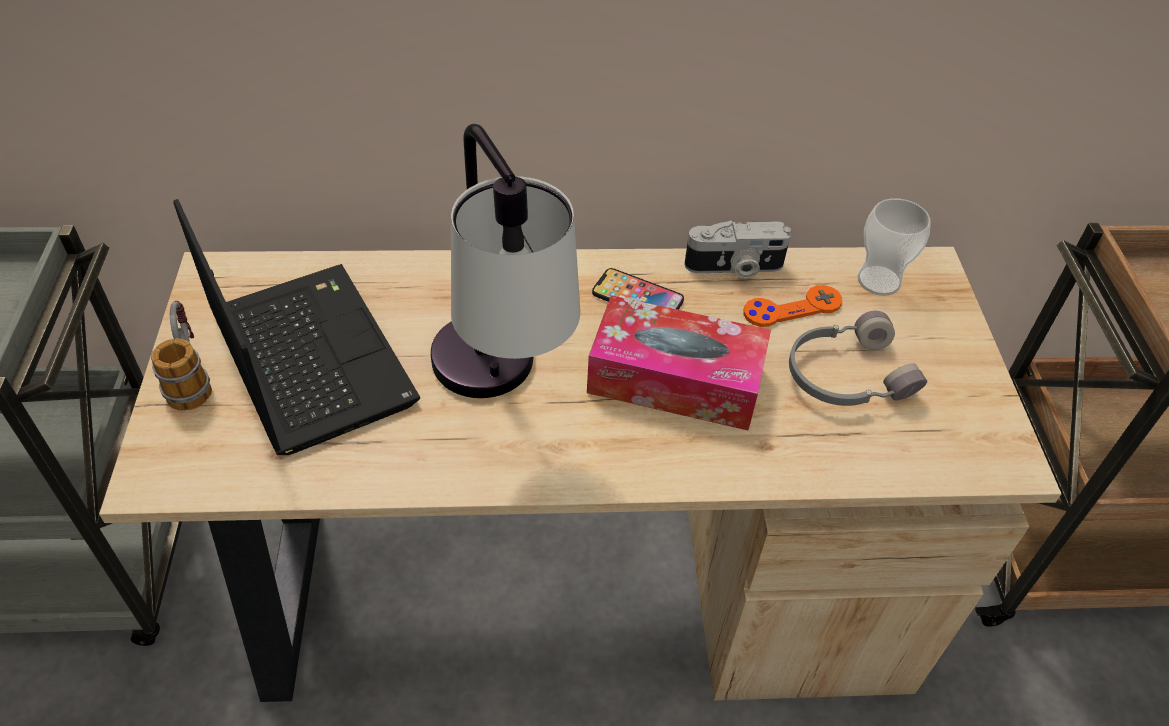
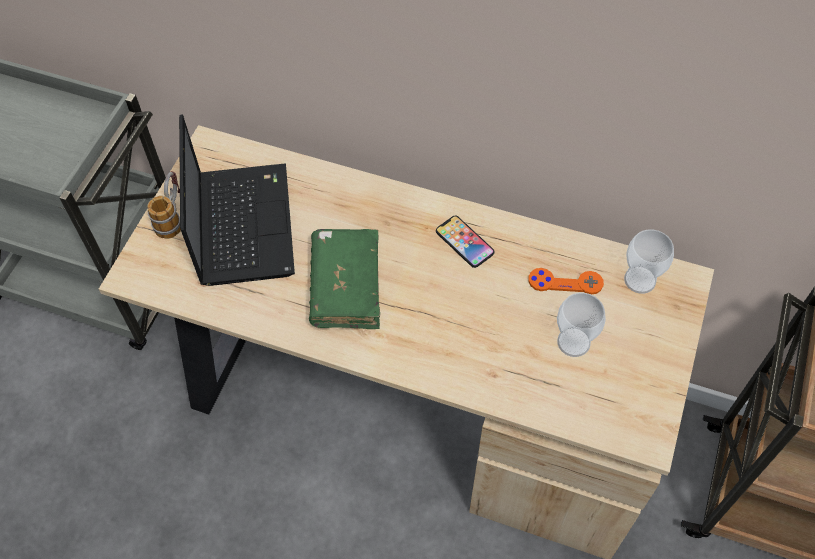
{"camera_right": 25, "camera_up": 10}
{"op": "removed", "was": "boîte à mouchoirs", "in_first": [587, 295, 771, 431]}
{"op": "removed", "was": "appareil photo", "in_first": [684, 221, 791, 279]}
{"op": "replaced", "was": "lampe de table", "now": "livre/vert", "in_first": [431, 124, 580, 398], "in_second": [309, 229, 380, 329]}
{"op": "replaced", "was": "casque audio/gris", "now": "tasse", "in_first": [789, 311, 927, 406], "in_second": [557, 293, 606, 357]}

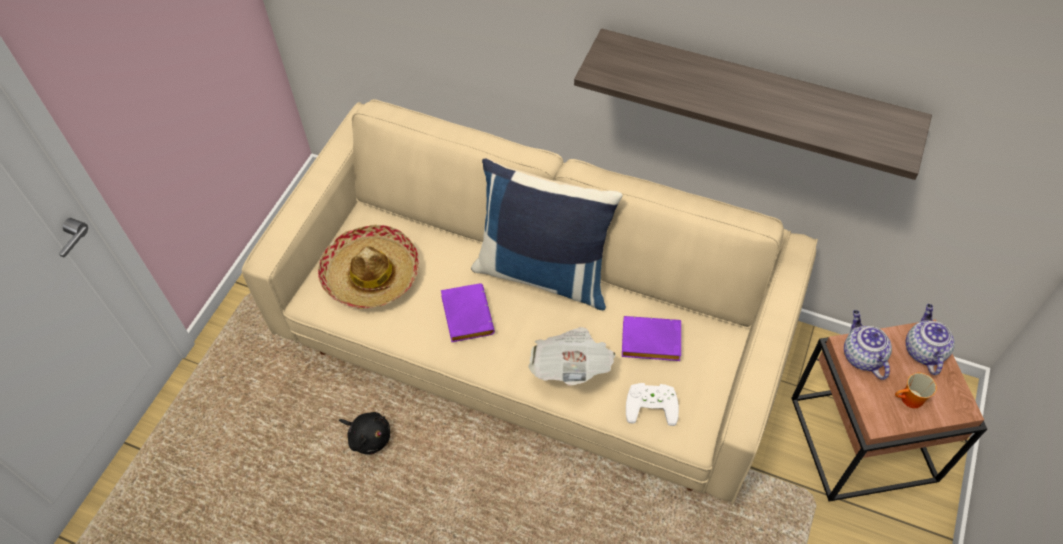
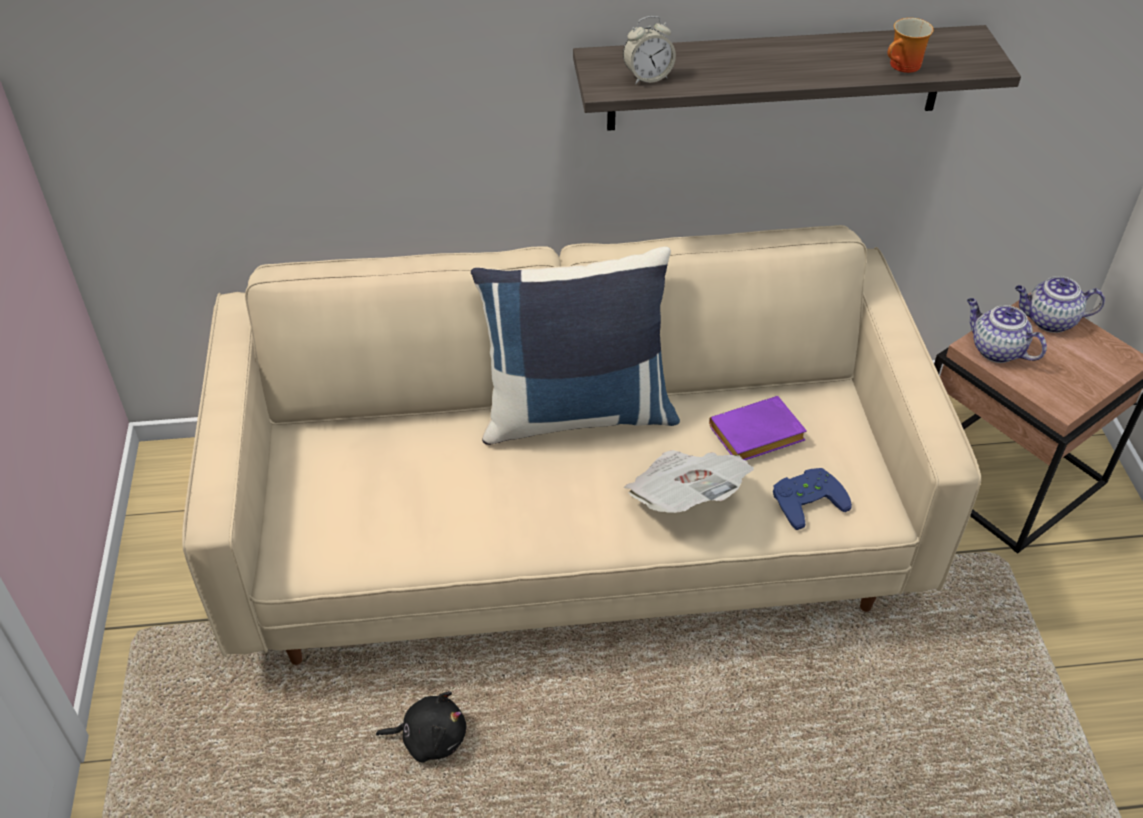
{"camera_right": -30, "camera_up": -10}
{"op": "removed", "was": "chapeau", "in_first": [318, 225, 419, 309]}
{"op": "removed", "was": "livre/violet", "in_first": [441, 283, 495, 342]}
{"op": "added", "now": "réveil", "in_second": [623, 16, 676, 84]}
{"op": "moved", "was": "mug", "in_first": [895, 373, 937, 408], "in_second": [887, 18, 934, 73]}
{"op": "recoloured", "was": "manette/blanc", "now": "manette/bleu", "in_first": [626, 383, 679, 426], "in_second": [773, 468, 852, 530]}
{"op": "turned", "was": "théière", "in_first": [906, 304, 955, 375], "in_second": [1015, 276, 1105, 333], "clockwise": -60}

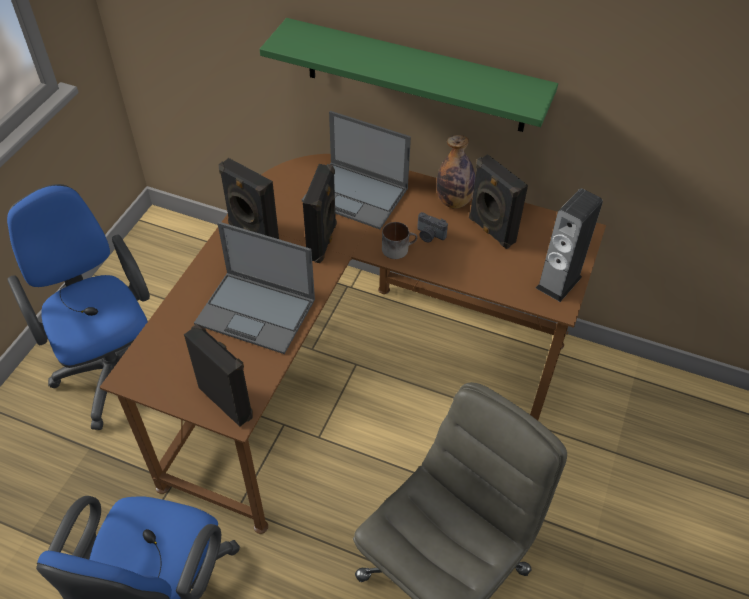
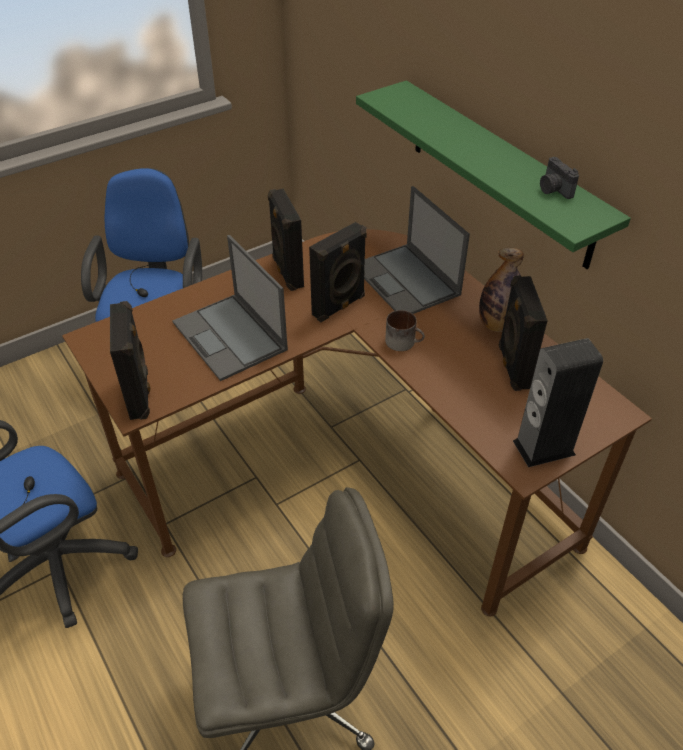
{"camera_right": 35, "camera_up": -5}
{"op": "moved", "was": "appareil photo", "in_first": [417, 212, 448, 242], "in_second": [540, 157, 579, 199]}

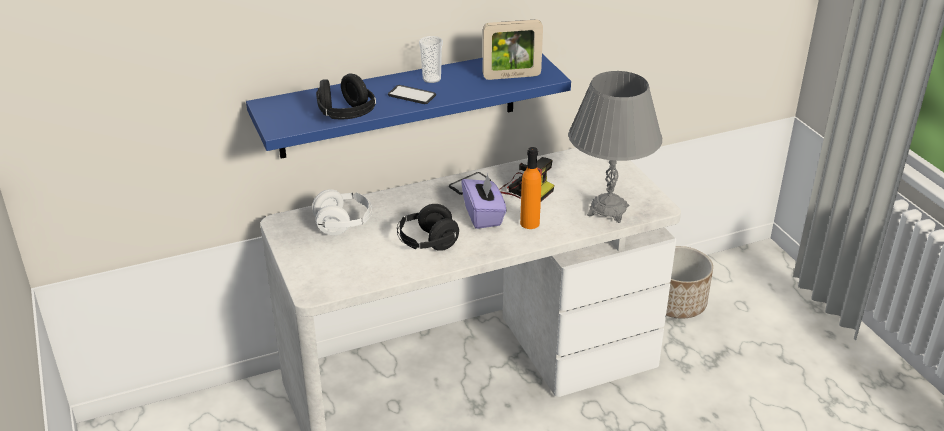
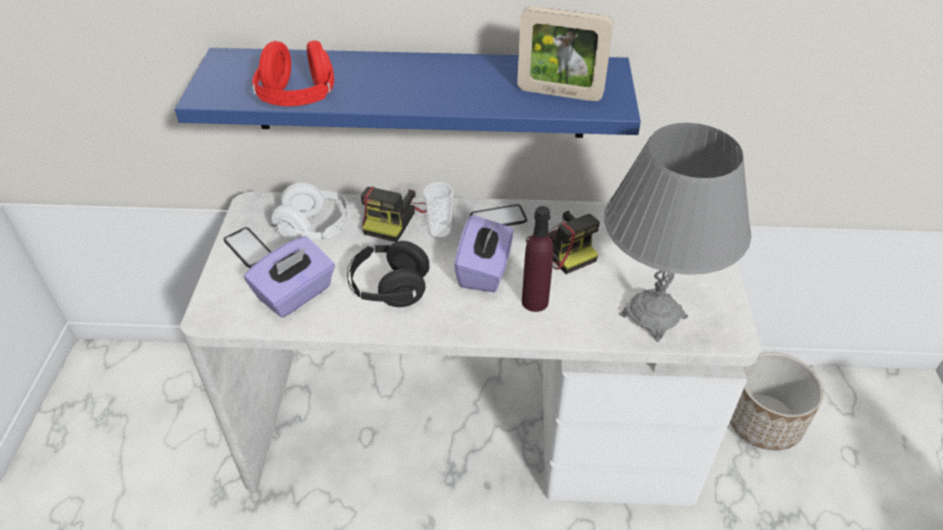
{"camera_right": 25, "camera_up": 10}
{"op": "added", "now": "boîte à mouchoirs/violet", "in_second": [244, 236, 335, 318]}
{"op": "added", "now": "appareil photo", "in_second": [361, 187, 427, 242]}
{"op": "moved", "was": "téléphone", "in_first": [388, 85, 436, 104], "in_second": [224, 227, 271, 268]}
{"op": "moved", "was": "tasse", "in_first": [419, 36, 443, 83], "in_second": [423, 182, 454, 239]}
{"op": "recoloured", "was": "casque audio/noir", "now": "casque audio/rouge", "in_first": [316, 73, 376, 119], "in_second": [252, 40, 334, 106]}
{"op": "recoloured", "was": "bouteille/orange", "now": "bouteille/violet", "in_first": [520, 147, 541, 229], "in_second": [522, 206, 554, 312]}

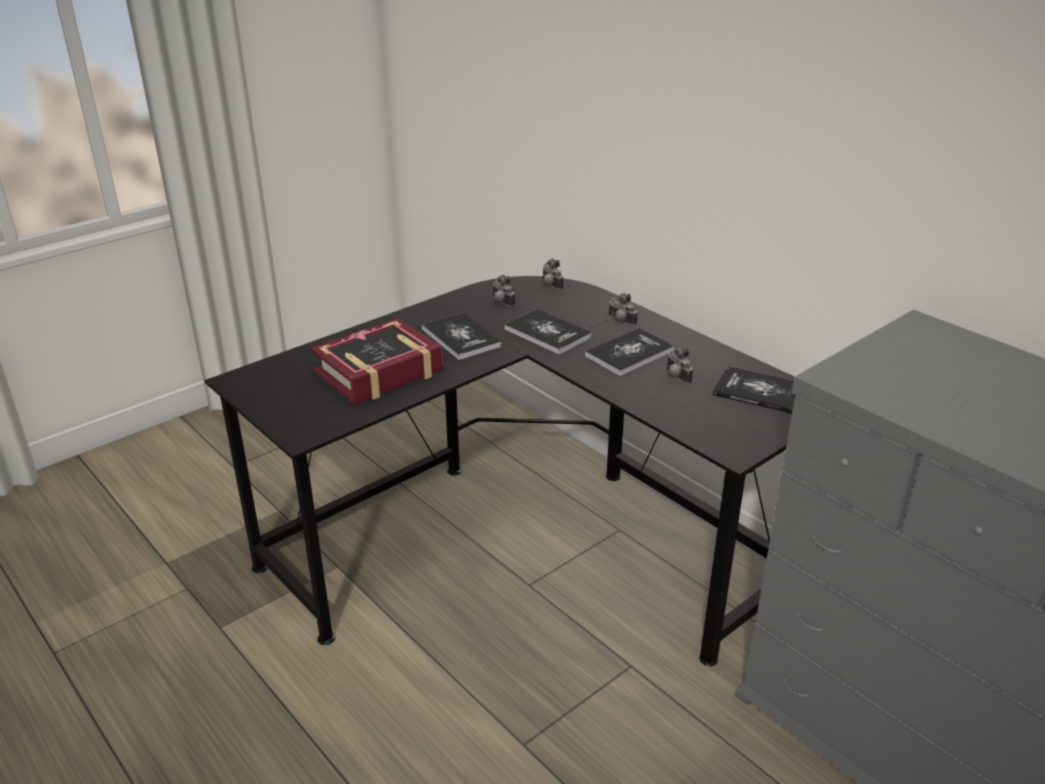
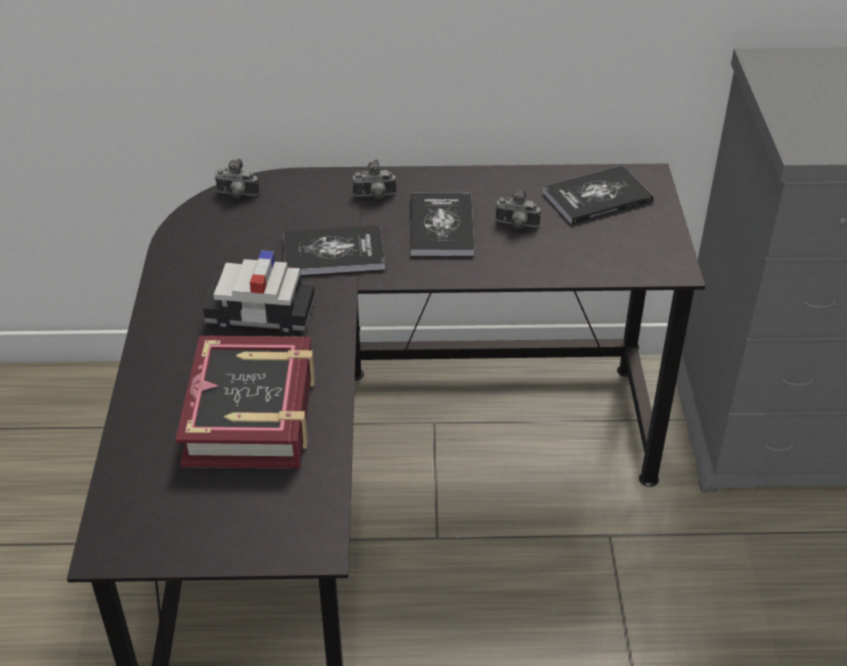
{"camera_right": -50, "camera_up": 10}
{"op": "removed", "was": "appareil photo", "in_first": [492, 275, 515, 307]}
{"op": "replaced", "was": "livre", "now": "petite voiture", "in_first": [422, 313, 501, 360], "in_second": [203, 250, 315, 335]}

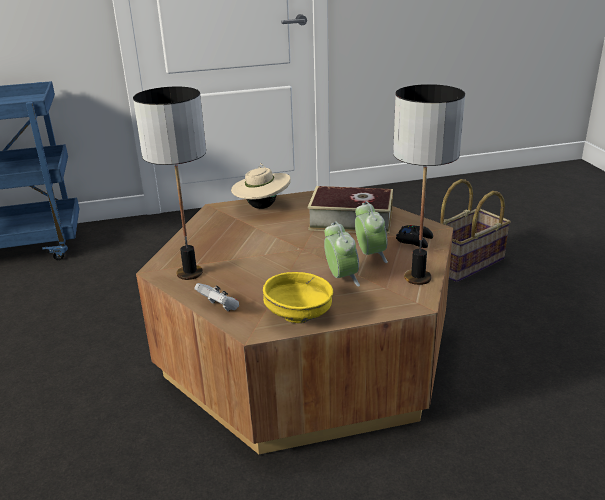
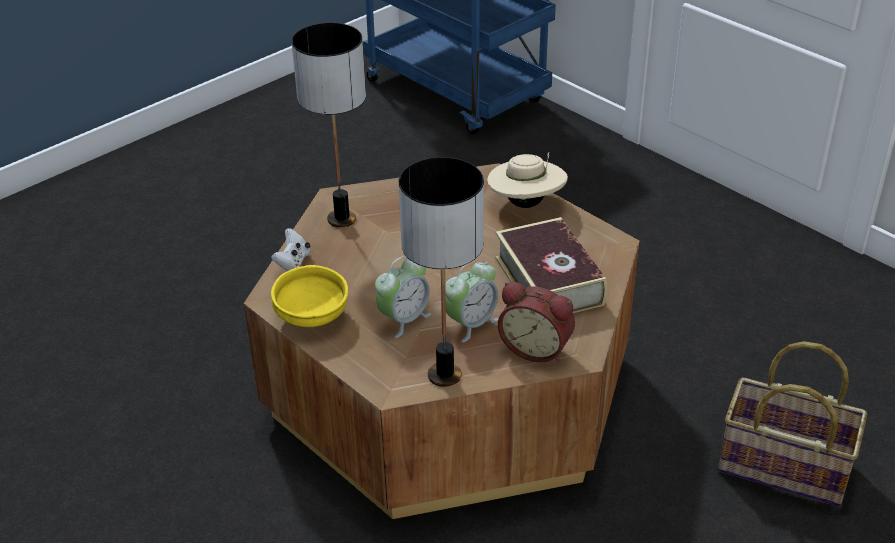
{"camera_right": 60, "camera_up": 10}
{"op": "replaced", "was": "manette/noir", "now": "réveil", "in_first": [396, 225, 433, 248], "in_second": [498, 282, 575, 362]}

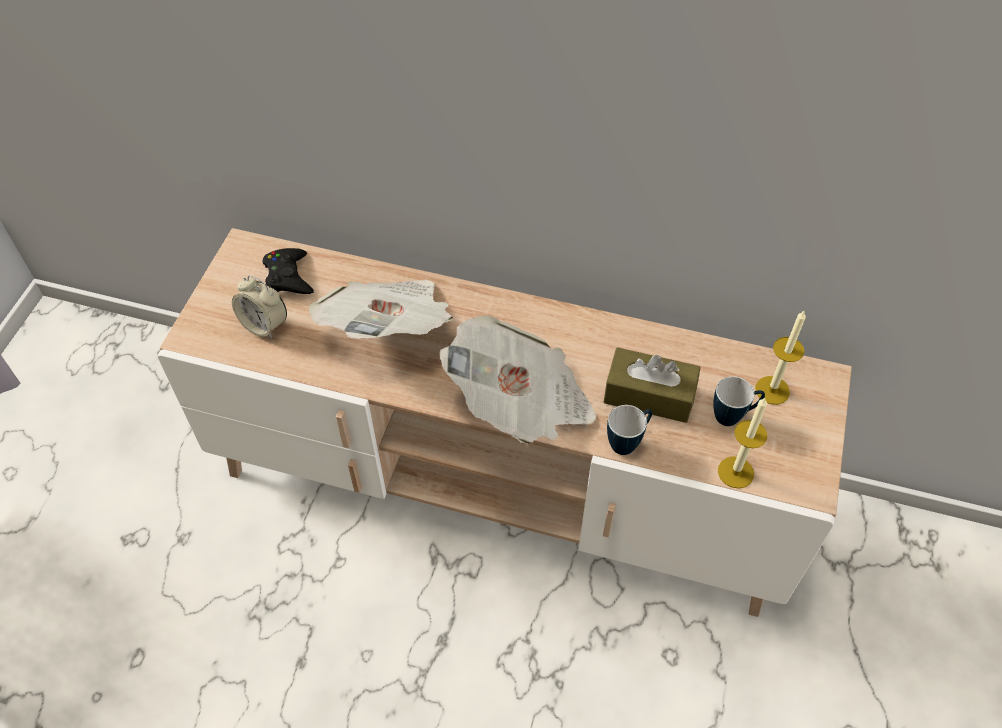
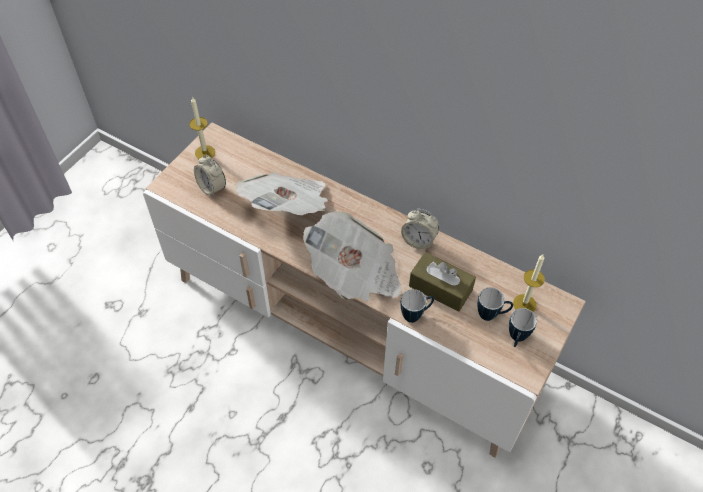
{"camera_right": 15, "camera_up": 0}
{"op": "removed", "was": "manette/noir", "in_first": [263, 248, 314, 294]}
{"op": "added", "now": "réveil", "in_second": [401, 209, 439, 250]}
{"op": "added", "now": "mug", "in_second": [509, 308, 537, 347]}
{"op": "moved", "was": "bougie", "in_first": [718, 397, 767, 489], "in_second": [189, 96, 215, 159]}

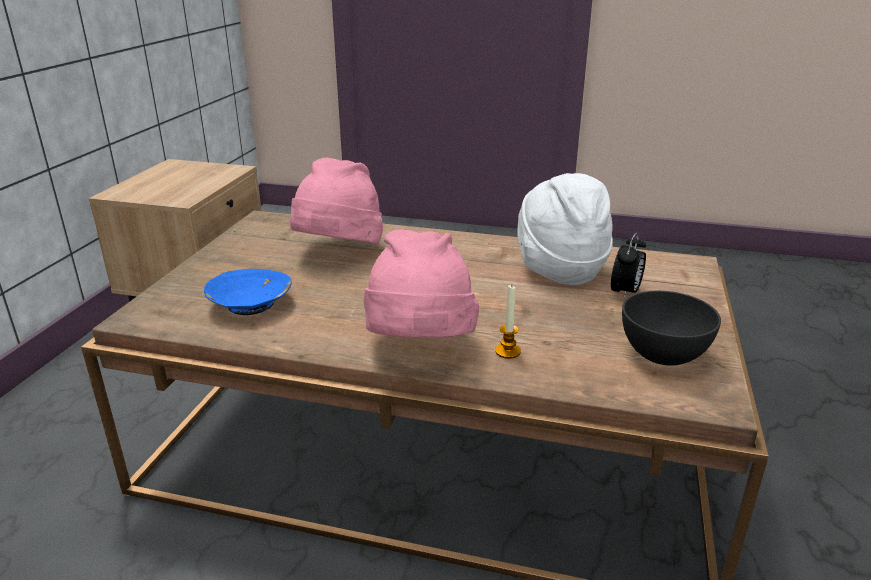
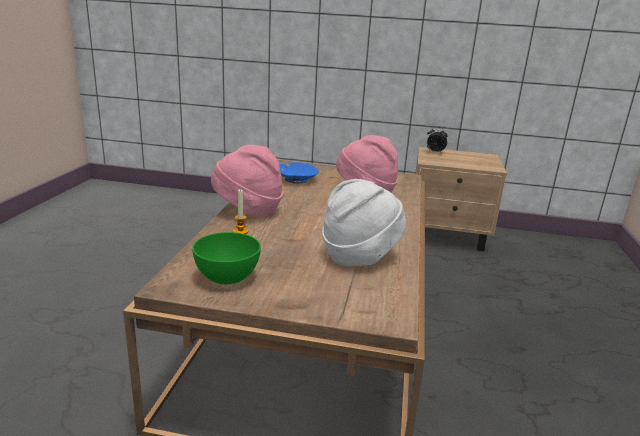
{"camera_right": 85, "camera_up": -5}
{"op": "moved", "was": "réveil", "in_first": [611, 233, 646, 300], "in_second": [427, 126, 448, 154]}
{"op": "recoloured", "was": "bol/gris", "now": "bol/vert", "in_first": [622, 291, 721, 366], "in_second": [192, 232, 261, 284]}

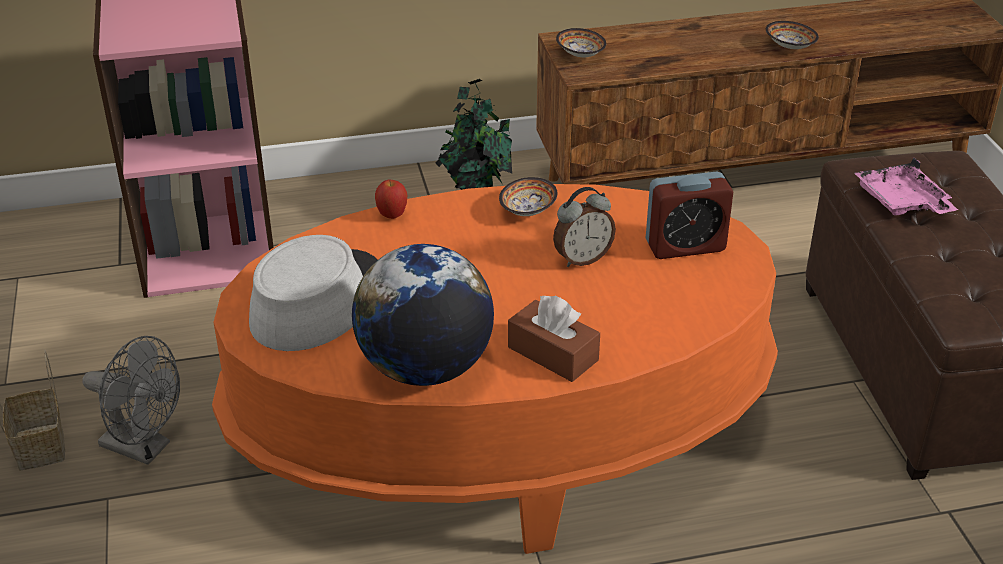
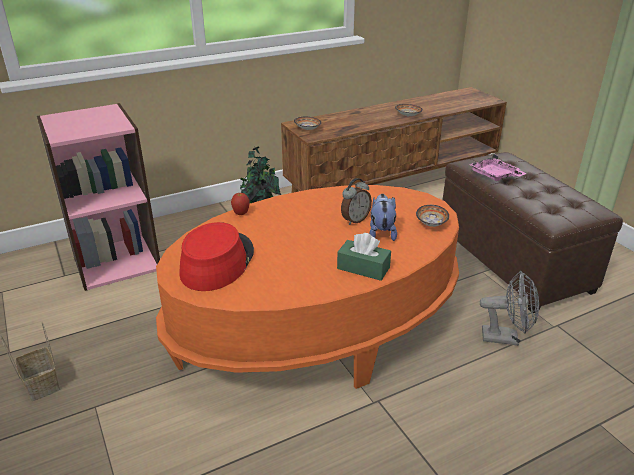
{"camera_right": -15, "camera_up": -5}
{"op": "removed", "was": "globe", "in_first": [352, 244, 494, 386]}
{"op": "removed", "was": "réveil", "in_first": [646, 172, 733, 259]}
{"op": "added", "now": "peluche", "in_second": [369, 194, 397, 241]}
{"op": "moved", "was": "ventilateur/gris", "in_first": [82, 336, 180, 465], "in_second": [480, 271, 539, 346]}
{"op": "moved", "was": "bol", "in_first": [499, 177, 558, 216], "in_second": [416, 205, 449, 227]}
{"op": "recoloured", "was": "chapeau/gris", "now": "chapeau/rouge", "in_first": [249, 235, 378, 351], "in_second": [179, 222, 254, 291]}
{"op": "recoloured", "was": "boîte à mouchoirs/marron", "now": "boîte à mouchoirs/vert", "in_first": [508, 296, 600, 382], "in_second": [337, 233, 391, 281]}

